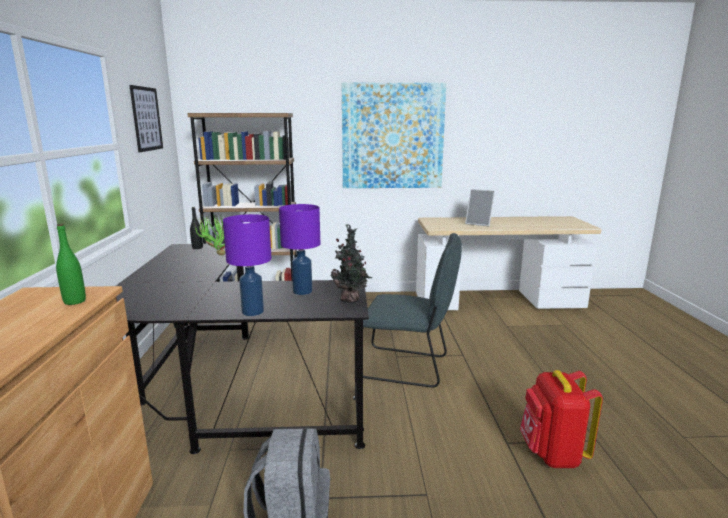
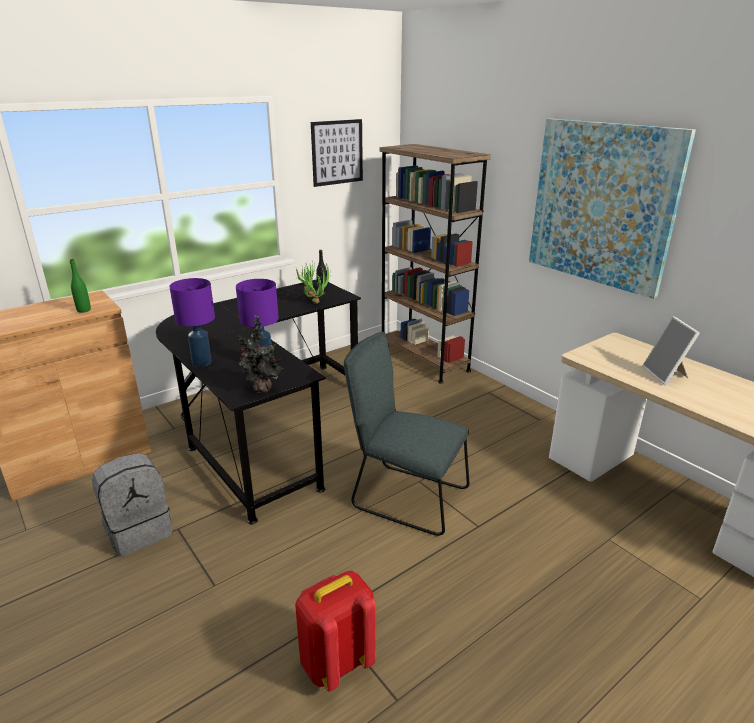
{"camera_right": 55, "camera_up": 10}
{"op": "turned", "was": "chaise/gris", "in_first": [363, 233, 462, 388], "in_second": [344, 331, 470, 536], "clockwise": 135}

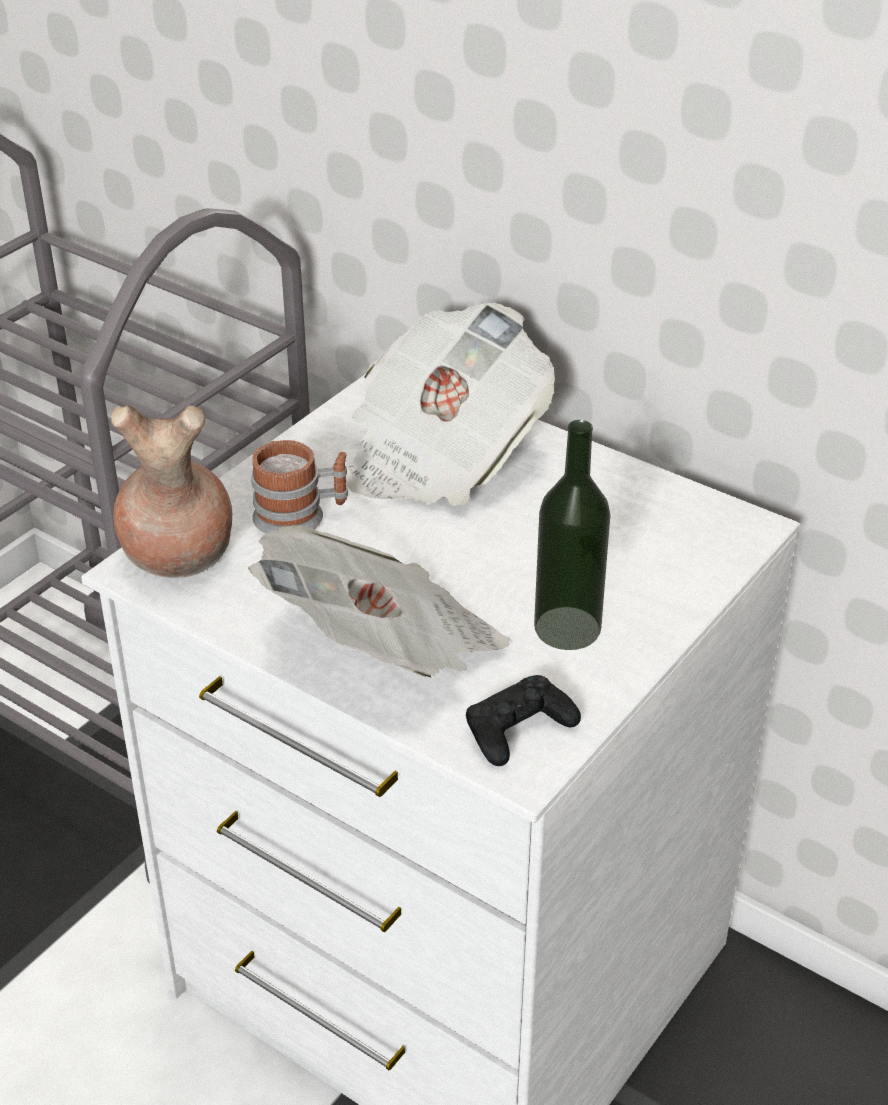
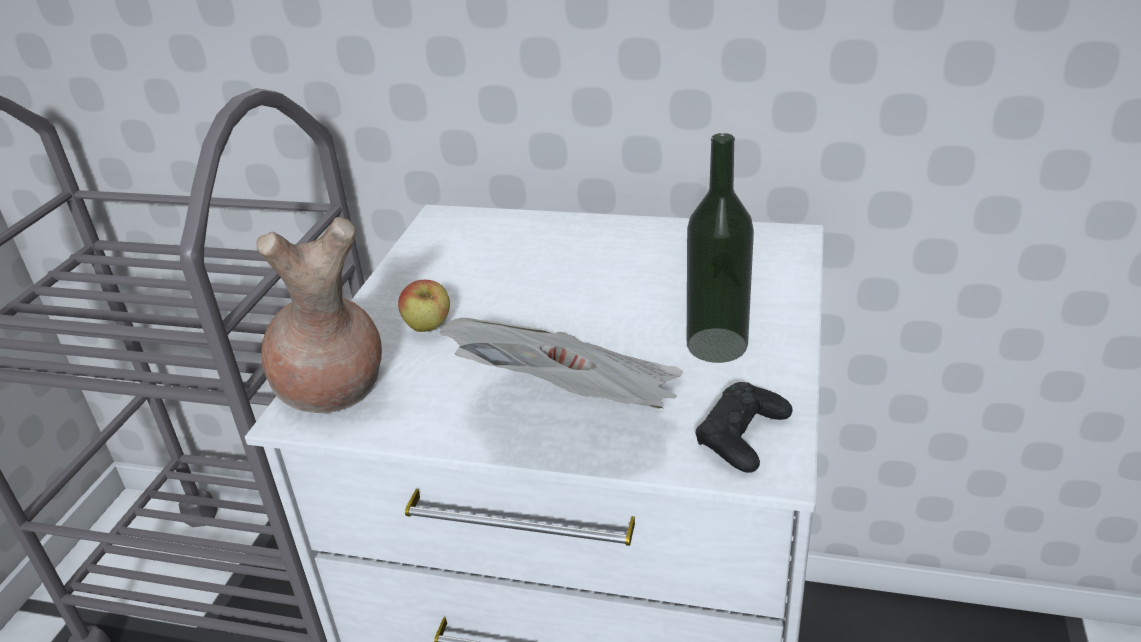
{"camera_right": -20, "camera_up": -5}
{"op": "removed", "was": "journal", "in_first": [346, 303, 555, 506]}
{"op": "replaced", "was": "mug", "now": "pomme", "in_first": [251, 440, 348, 534], "in_second": [398, 280, 450, 332]}

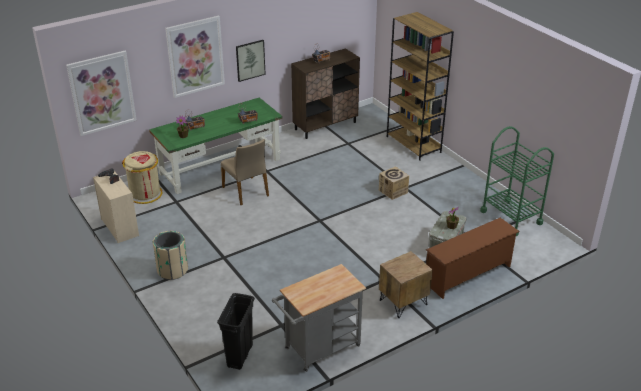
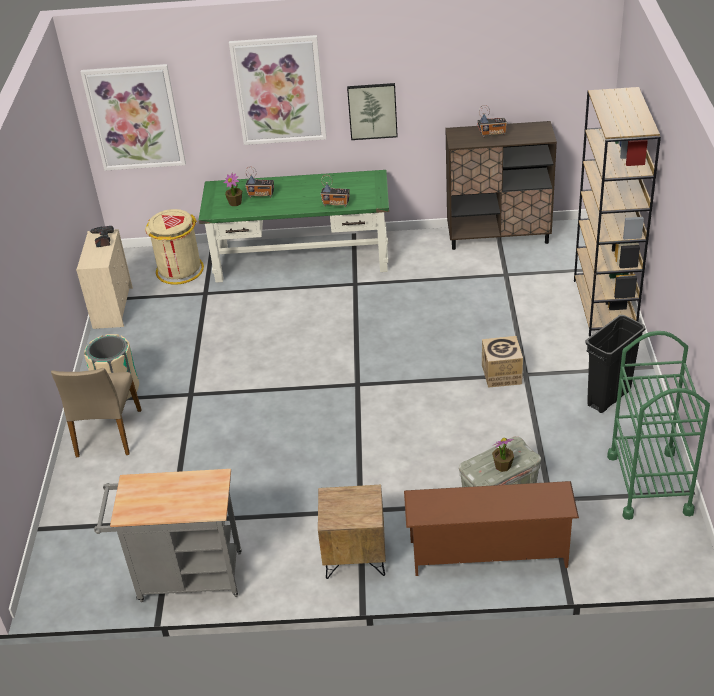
{"camera_right": 35, "camera_up": 5}
{"op": "moved", "was": "poubelle/noir", "in_first": [217, 293, 255, 370], "in_second": [585, 315, 646, 413]}
{"op": "moved", "was": "chaise/beige", "in_first": [221, 139, 269, 205], "in_second": [51, 368, 142, 457]}

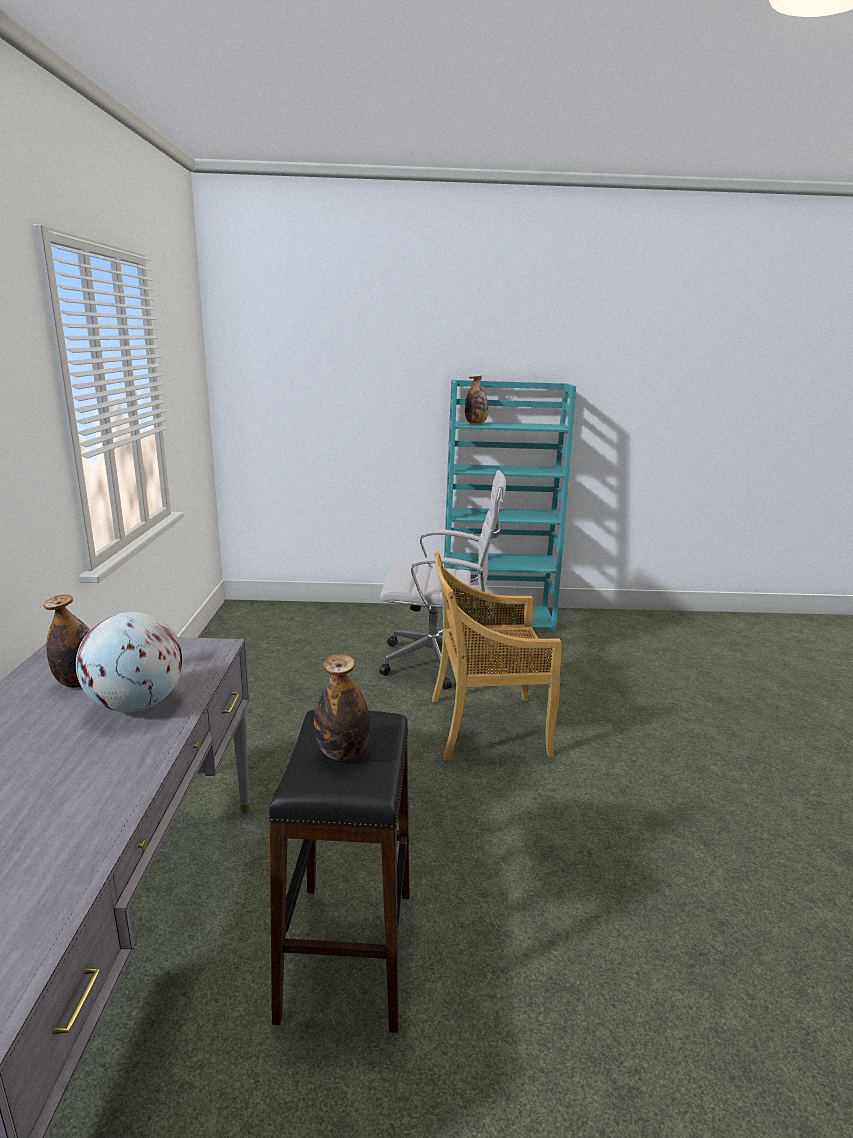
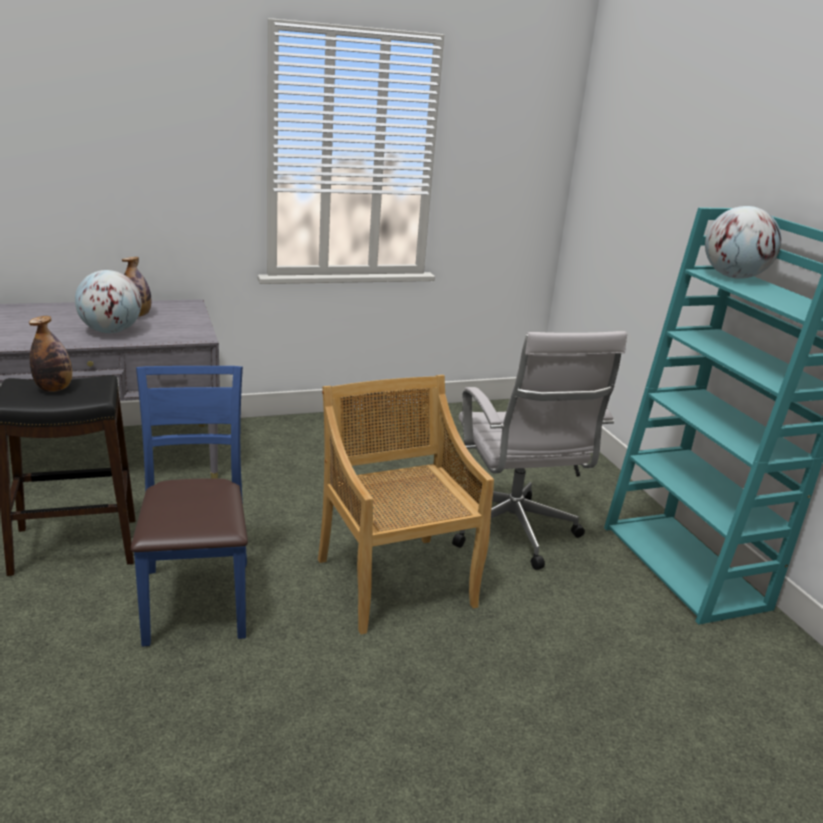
{"camera_right": 70, "camera_up": 5}
{"op": "added", "now": "chaise/bleu", "in_second": [131, 366, 248, 647]}
{"op": "replaced", "was": "bouteille", "now": "globe", "in_first": [465, 376, 488, 424], "in_second": [705, 206, 781, 279]}

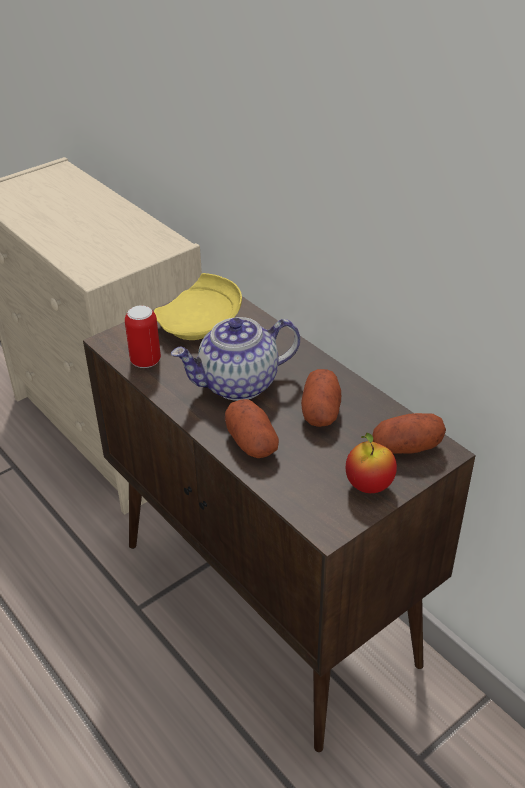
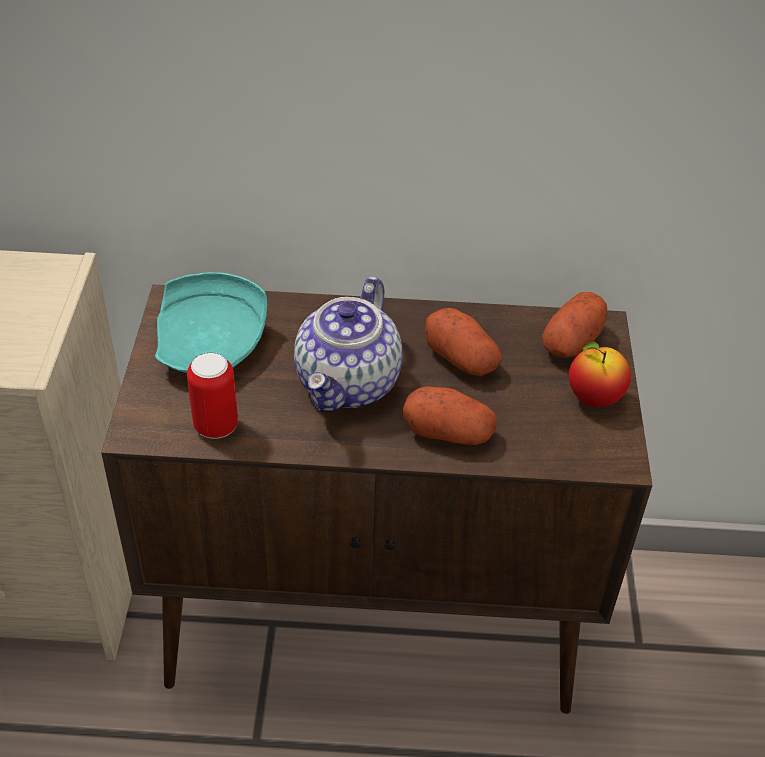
{"camera_right": -50, "camera_up": 5}
{"op": "recoloured", "was": "assiette/jaune", "now": "assiette/turquoise", "in_first": [154, 273, 242, 340], "in_second": [155, 272, 267, 373]}

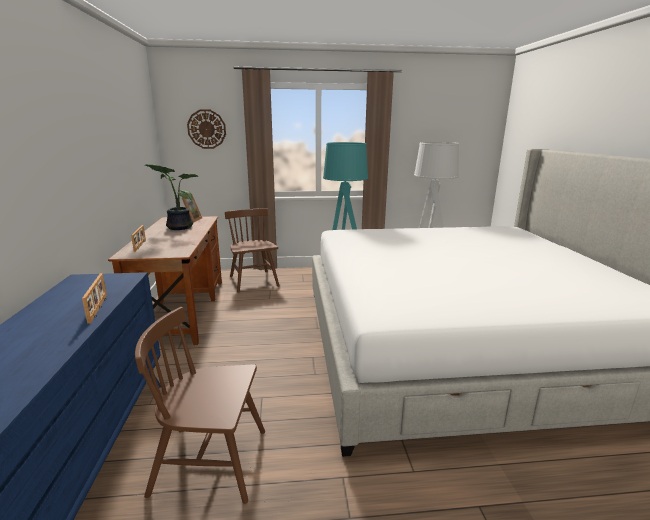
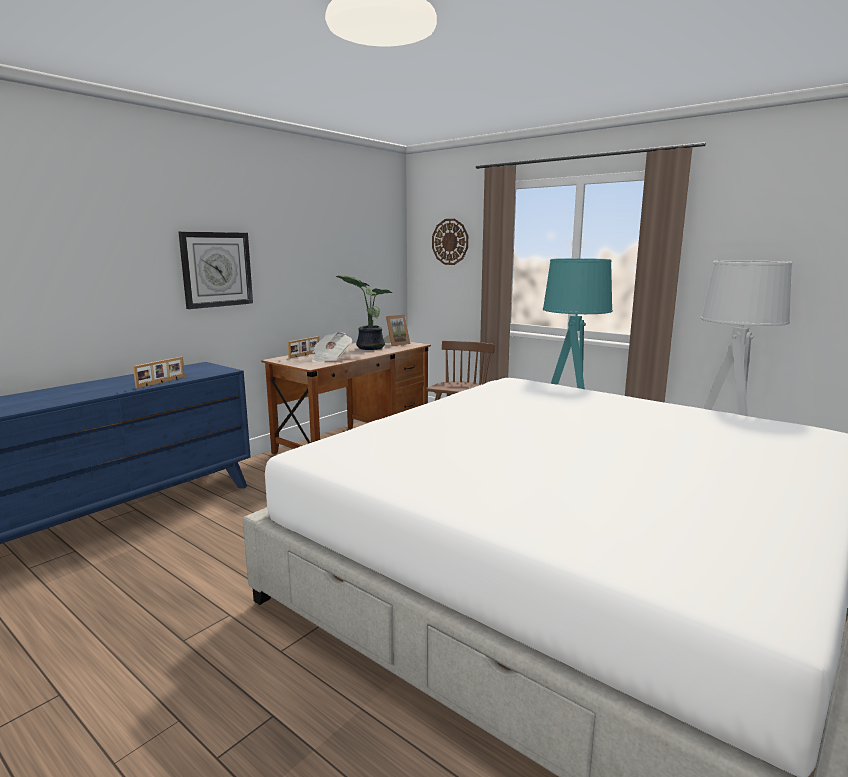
{"camera_right": 45, "camera_up": -5}
{"op": "removed", "was": "chaise/marron", "in_first": [135, 307, 265, 504]}
{"op": "added", "now": "horloge murale", "in_second": [179, 232, 253, 309]}
{"op": "added", "now": "journal", "in_second": [312, 332, 352, 362]}

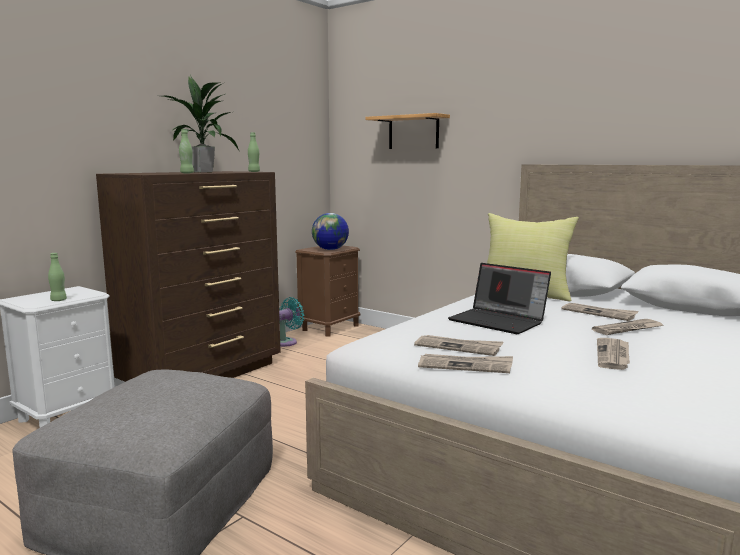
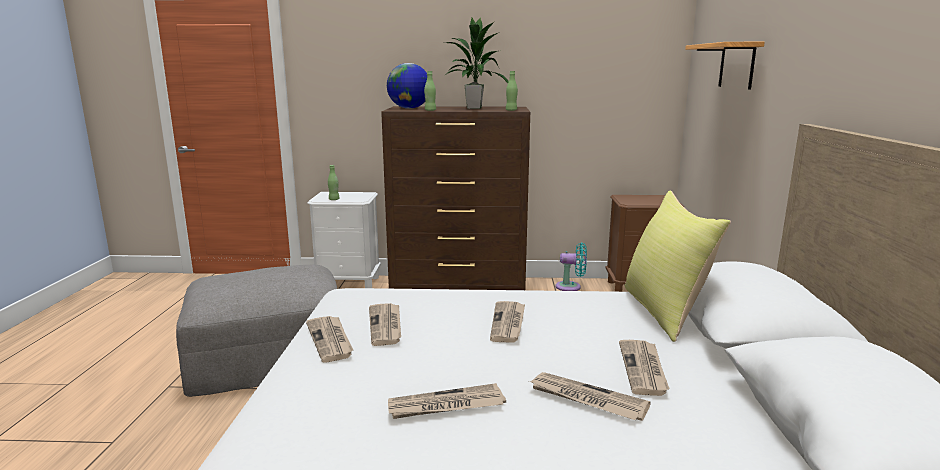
{"camera_right": 55, "camera_up": 5}
{"op": "moved", "was": "globe", "in_first": [312, 213, 349, 250], "in_second": [387, 63, 427, 109]}
{"op": "replaced", "was": "ordinateur portable", "now": "journal", "in_first": [448, 263, 551, 334], "in_second": [490, 301, 525, 343]}

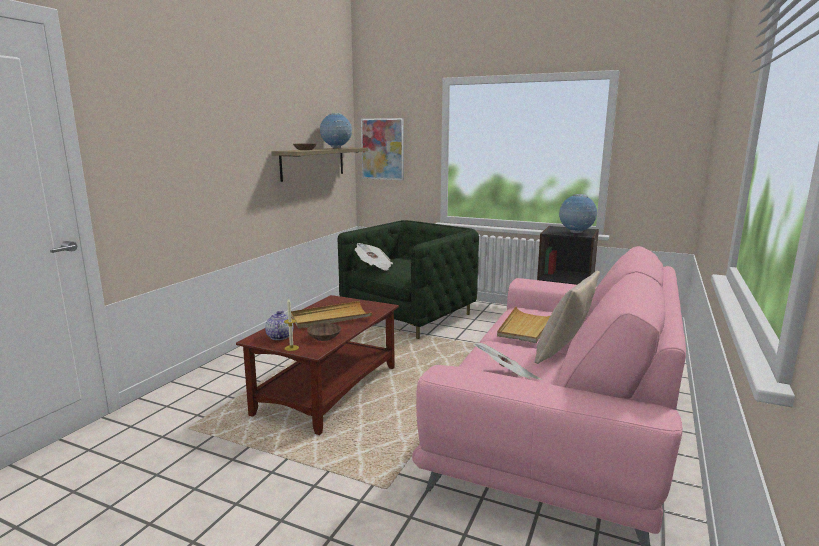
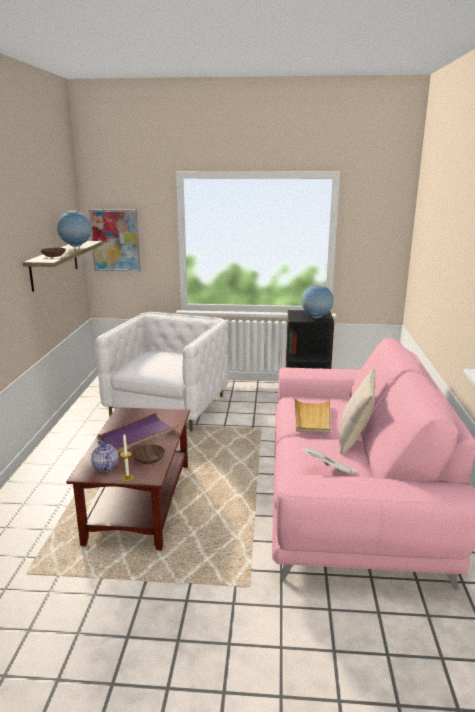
{"camera_right": -20, "camera_up": 5}
{"op": "removed", "was": "journal", "in_first": [355, 243, 393, 271]}
{"op": "recoloured", "was": "plateau/beige", "now": "plateau/violet", "in_first": [291, 301, 372, 329], "in_second": [98, 412, 178, 453]}
{"op": "recoloured", "was": "fauteuil/vert", "now": "fauteuil/blanc", "in_first": [337, 220, 479, 339], "in_second": [95, 312, 229, 431]}

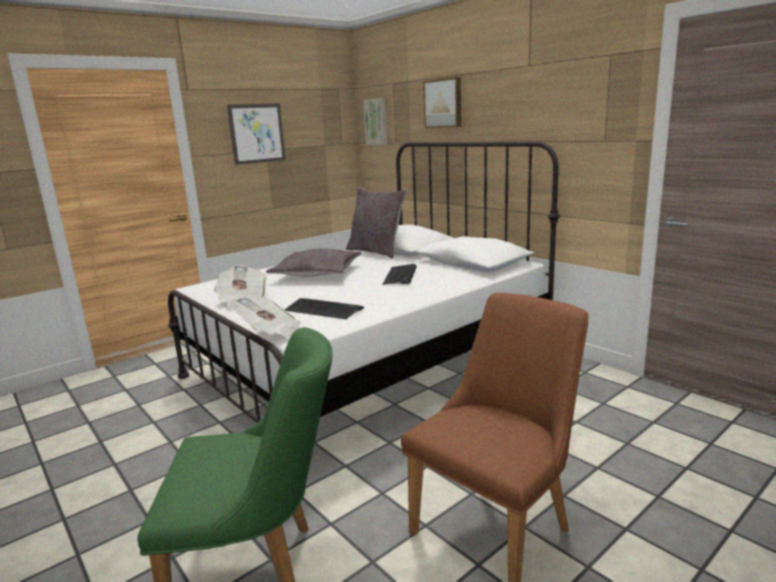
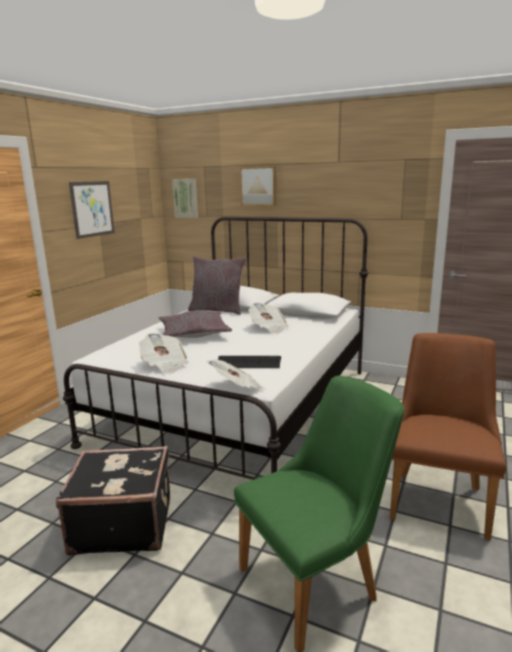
{"camera_right": -25, "camera_up": 0}
{"op": "added", "now": "valise/noir", "in_second": [56, 446, 170, 556]}
{"op": "replaced", "was": "clavier", "now": "journal", "in_first": [383, 264, 417, 285], "in_second": [248, 303, 289, 334]}

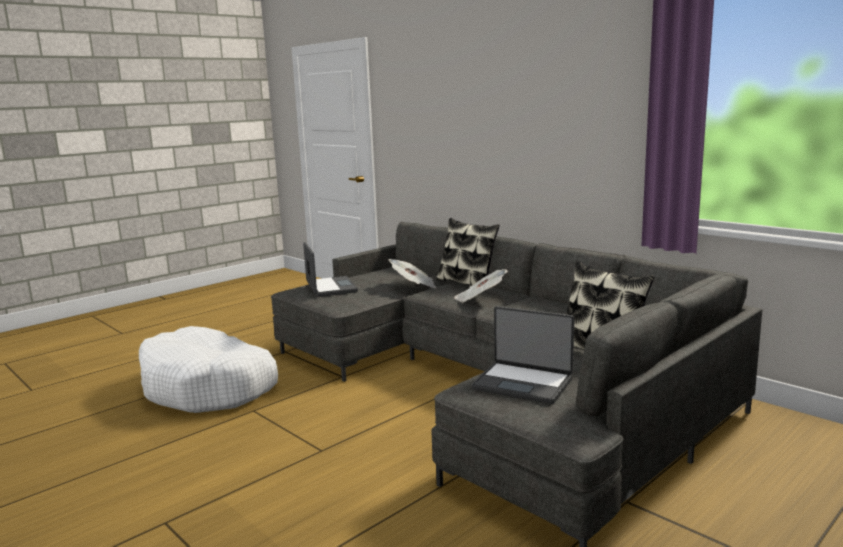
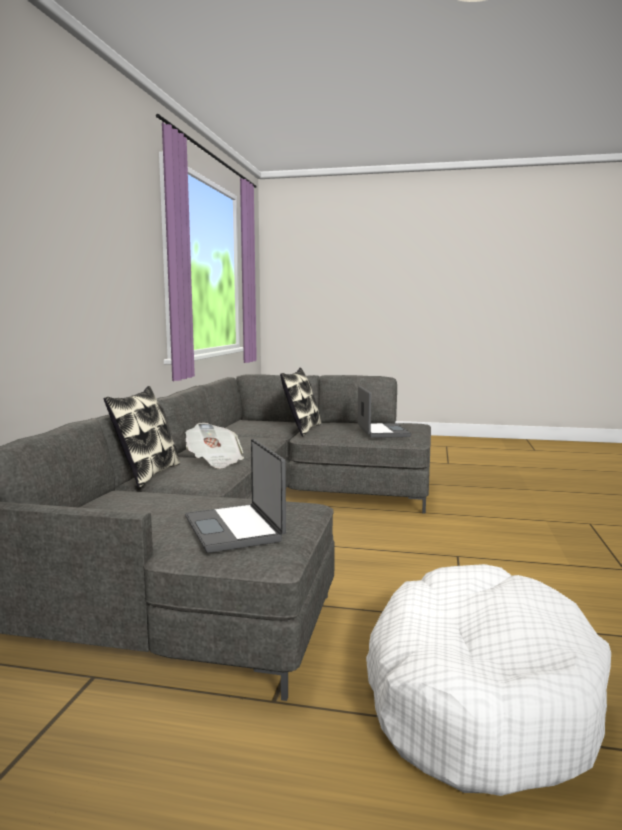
{"camera_right": -125, "camera_up": -5}
{"op": "removed", "was": "journal", "in_first": [388, 259, 436, 288]}
{"op": "turned", "was": "ordinateur portable", "in_first": [303, 242, 358, 297], "in_second": [185, 439, 286, 553], "clockwise": -60}

